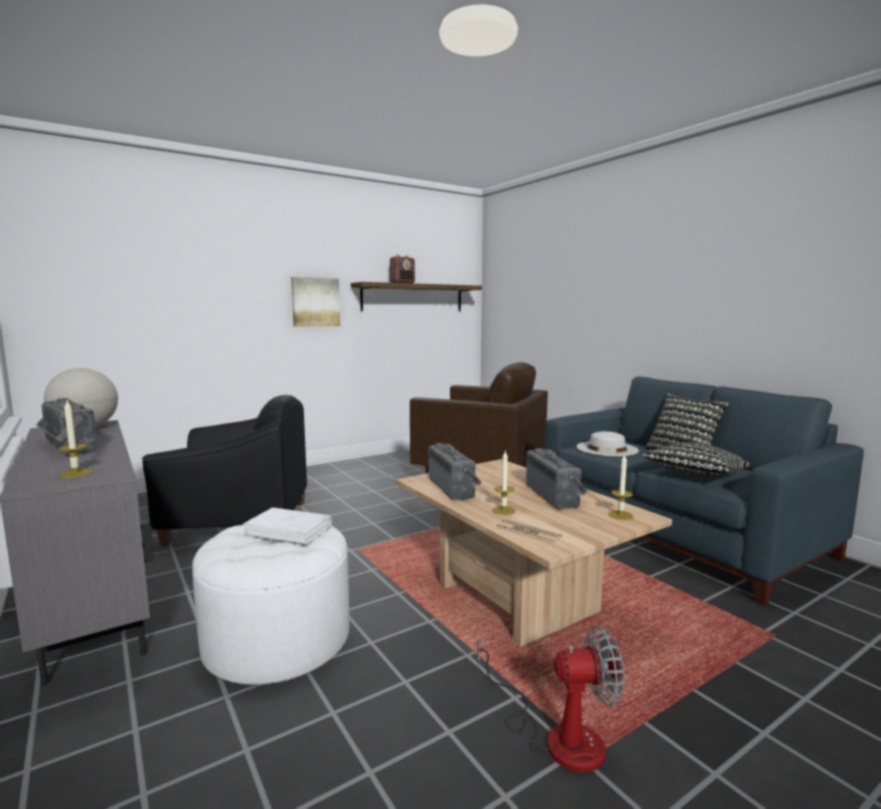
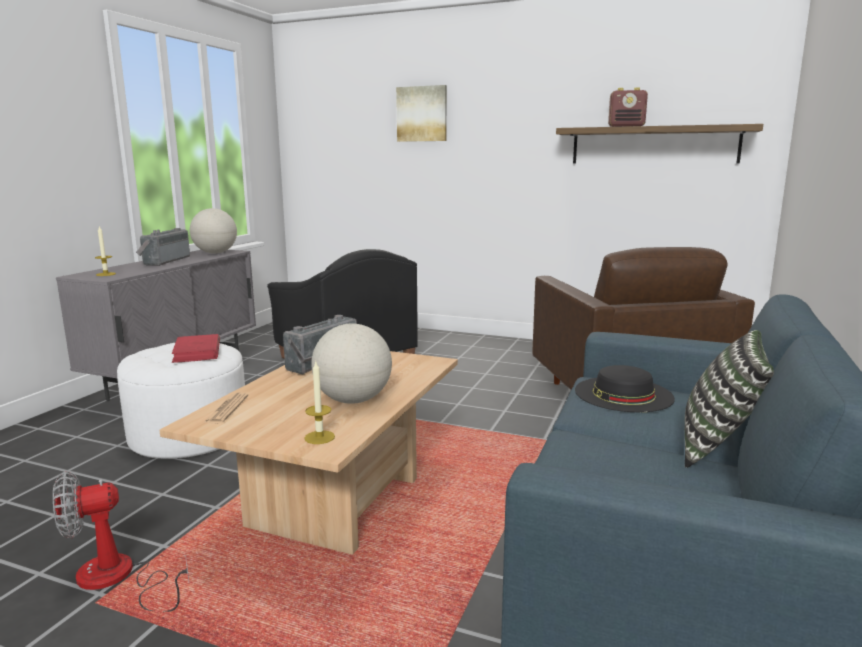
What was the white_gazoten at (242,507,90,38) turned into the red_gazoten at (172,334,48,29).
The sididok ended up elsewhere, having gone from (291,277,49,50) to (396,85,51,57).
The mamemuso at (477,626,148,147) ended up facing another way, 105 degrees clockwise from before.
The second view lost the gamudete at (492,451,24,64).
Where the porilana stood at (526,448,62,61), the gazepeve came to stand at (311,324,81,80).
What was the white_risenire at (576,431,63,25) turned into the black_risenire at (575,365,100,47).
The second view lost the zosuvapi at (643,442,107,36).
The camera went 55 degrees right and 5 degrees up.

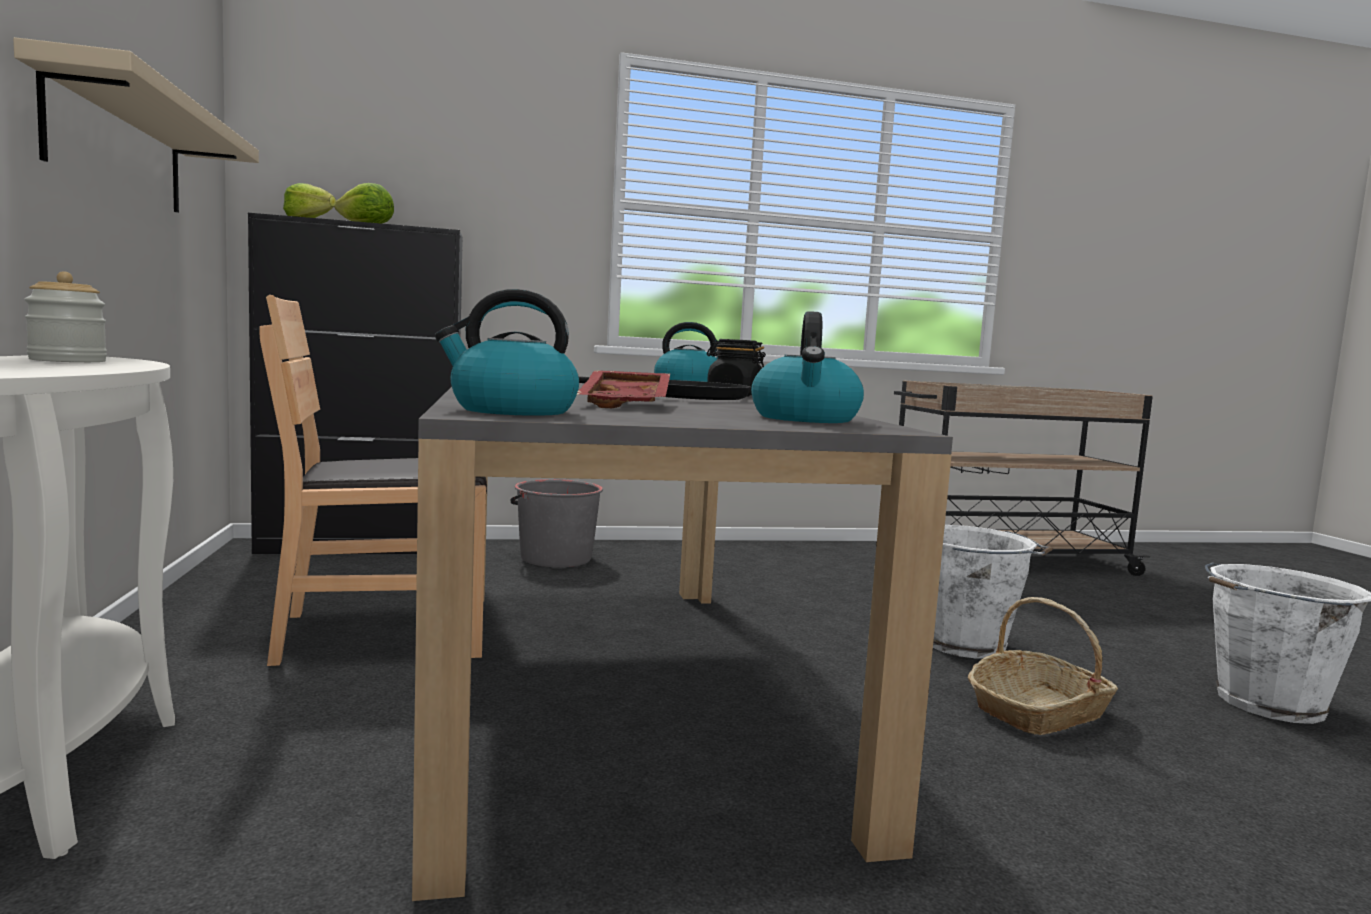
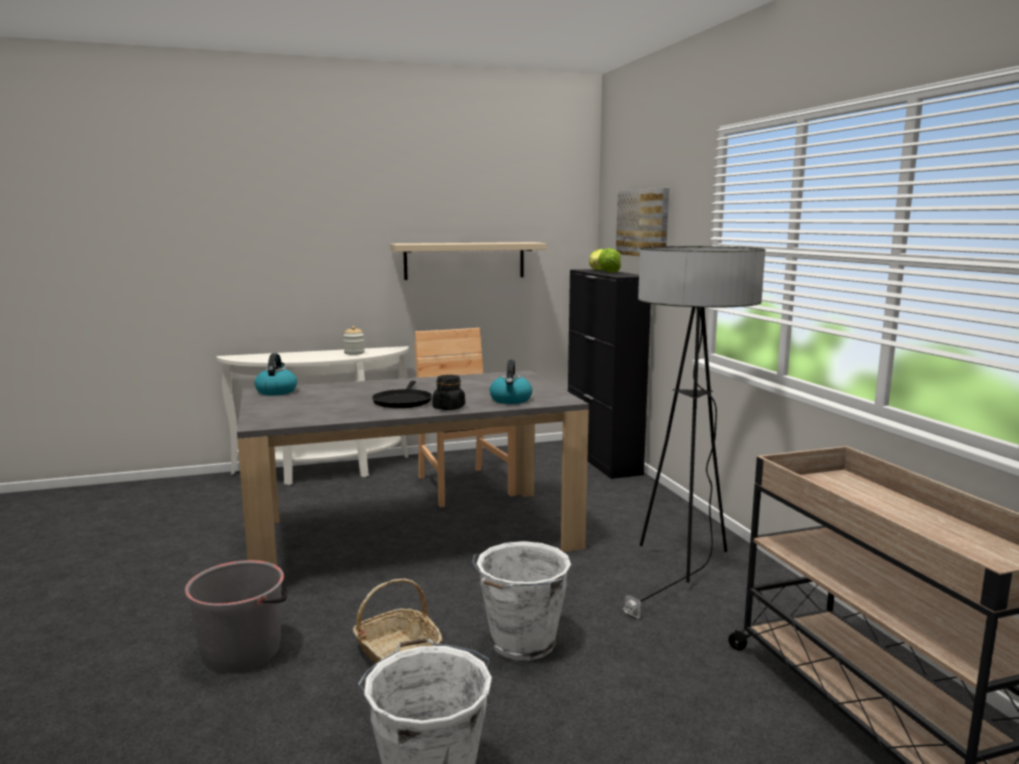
The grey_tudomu ended up elsewhere, having gone from (510,479,93,88) to (185,560,103,113).
The second view lost the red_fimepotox at (577,371,93,37).
The second view lost the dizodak at (751,311,113,112).
The second view gained the sididok at (616,188,53,69).
The second view gained the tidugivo at (622,246,143,372).
The camera went 85 degrees right and 5 degrees up.

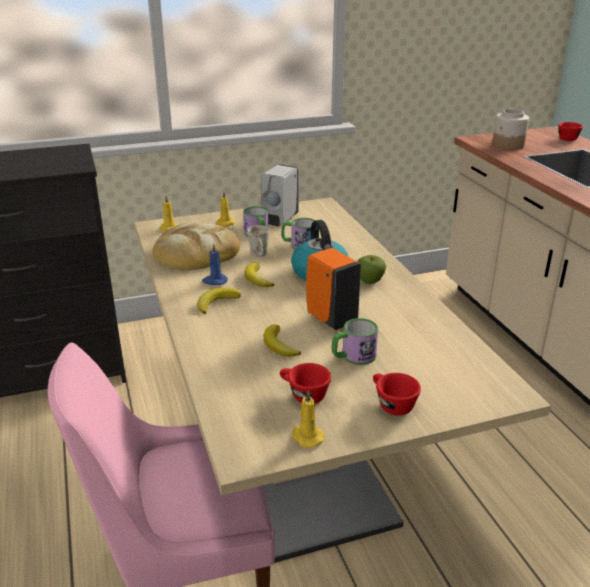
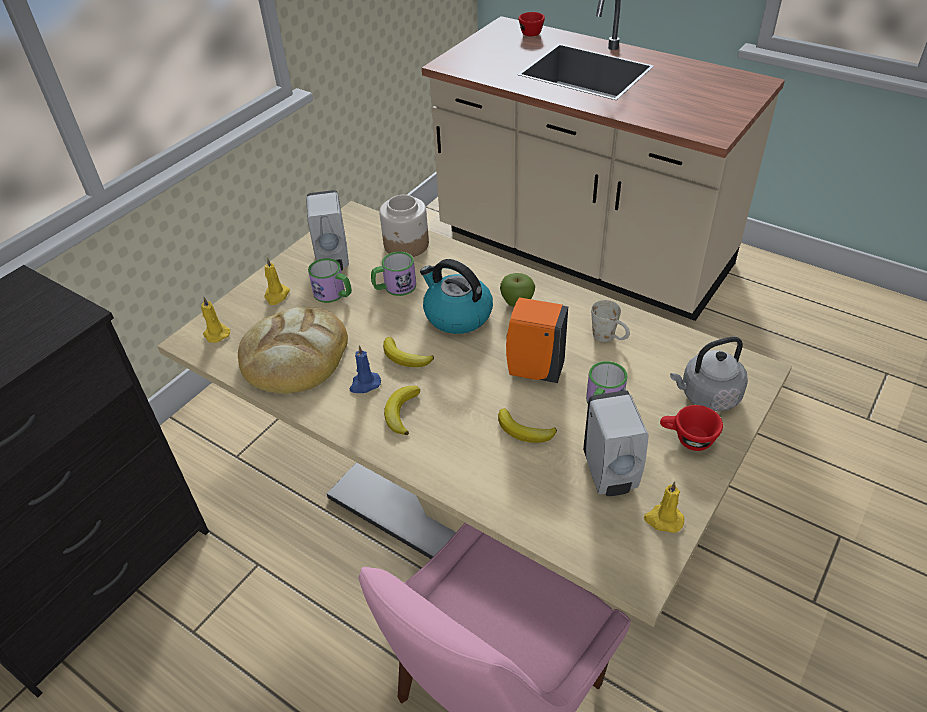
The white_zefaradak ended up elsewhere, having gone from (247,225,22,32) to (591,300,39,42).
Where the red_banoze stood at (280,363,51,41), the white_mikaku came to stand at (583,390,66,106).
The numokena ended up elsewhere, having gone from (492,109,37,41) to (379,195,50,62).
The second view gained the grey_dizodak at (670,337,78,74).
The camera went 35 degrees left and 15 degrees up.

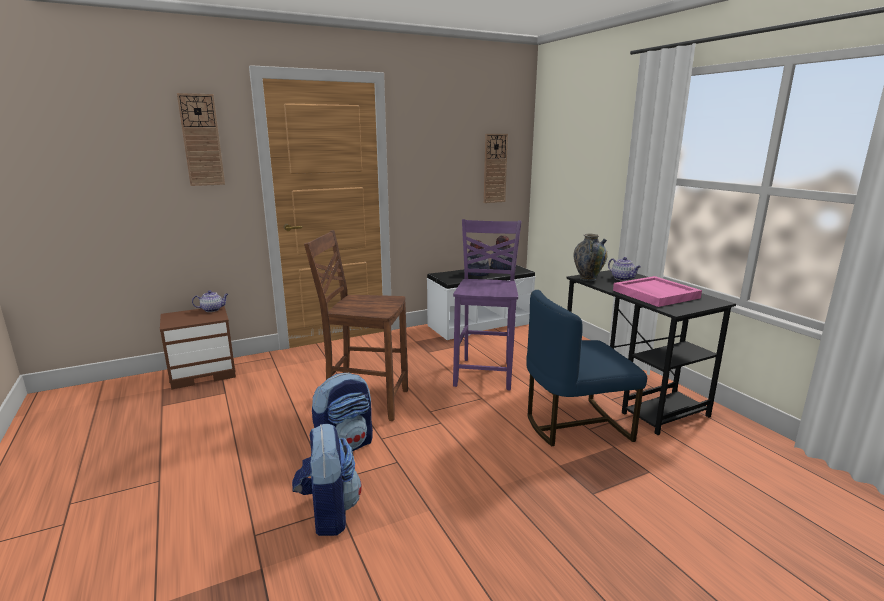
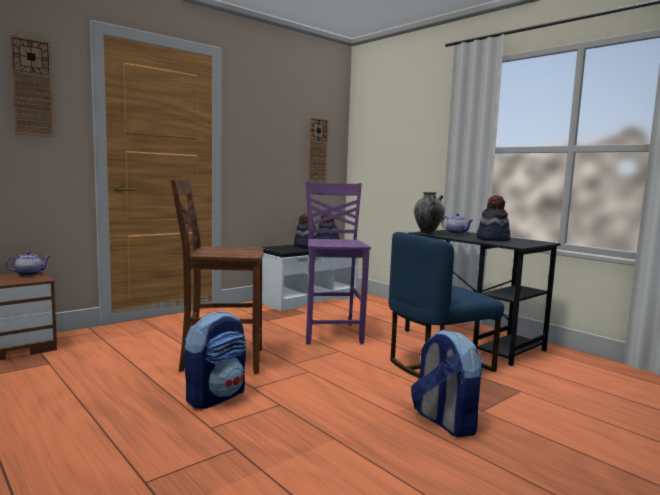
The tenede ended up elsewhere, having gone from (292,424,70,112) to (411,329,72,108).
Where the pink_fimepotox stood at (613,276,89,31), the risenire came to stand at (476,195,34,46).
The camera went 15 degrees left and 10 degrees down.

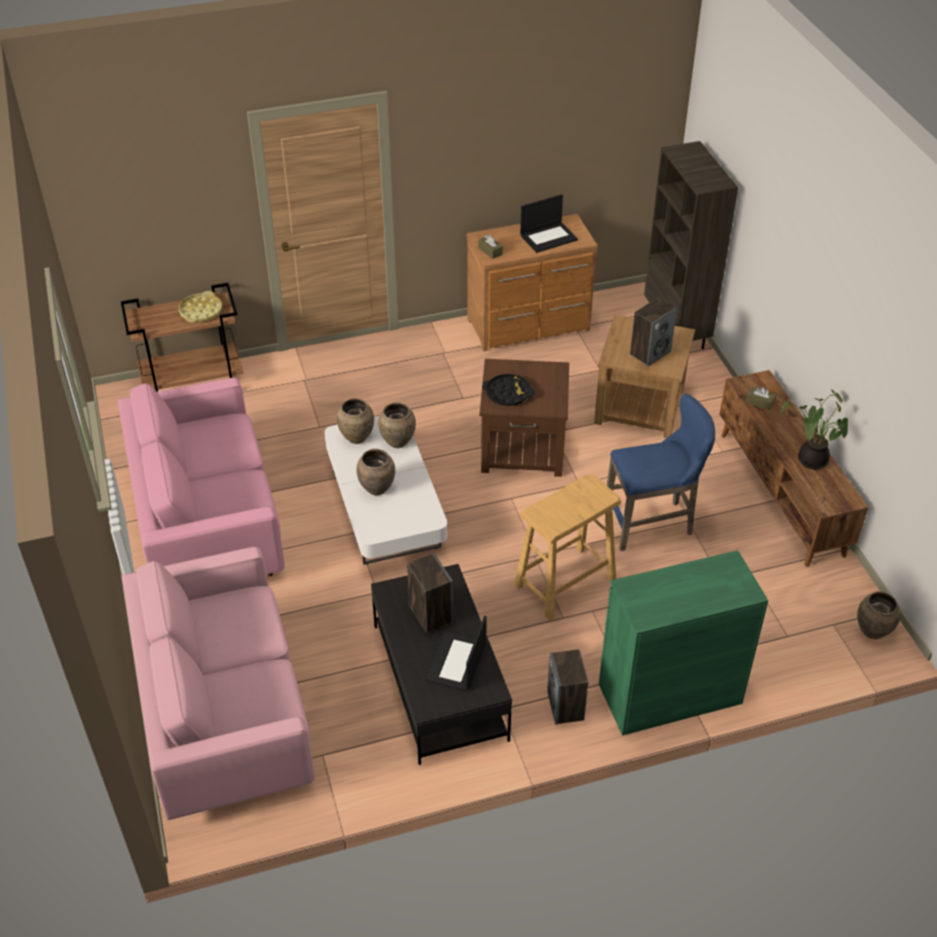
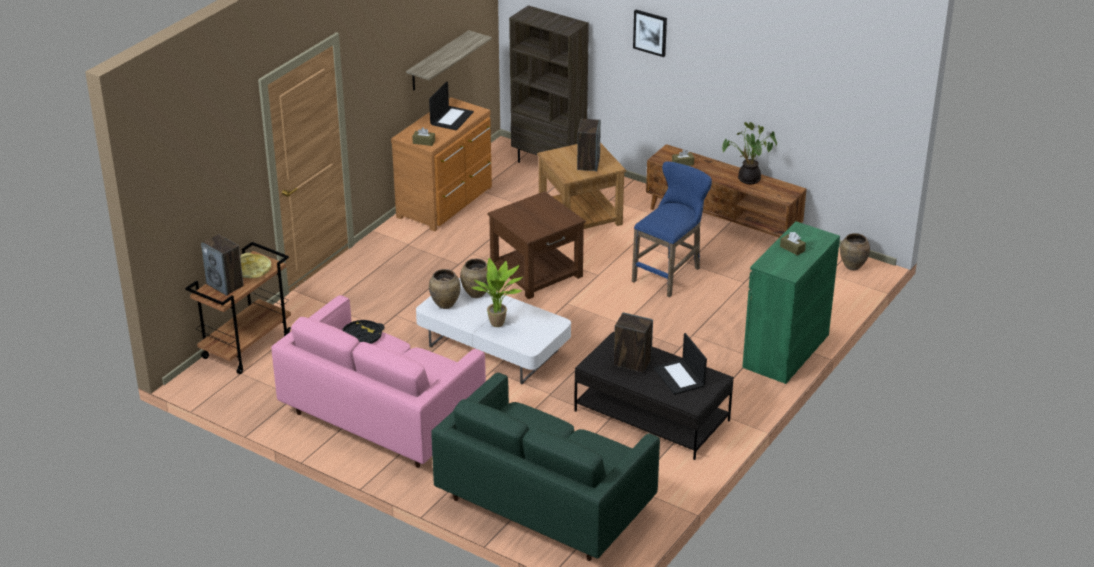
What was the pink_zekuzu at (122,547,192,273) turned into the green_zekuzu at (431,373,229,188).
Where the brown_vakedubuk stood at (356,449,39,46), the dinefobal came to stand at (471,258,52,69).
The black_fimepotox ended up elsewhere, having gone from (482,374,53,32) to (342,320,43,24).
The second view lost the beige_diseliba at (514,474,107,146).
The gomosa ended up elsewhere, having gone from (547,650,41,75) to (201,234,43,62).
The second view gained the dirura at (406,30,86,61).
The second view gained the sididok at (633,9,34,48).
The second view gained the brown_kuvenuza at (780,232,26,24).
The camera went 40 degrees left and 10 degrees down.

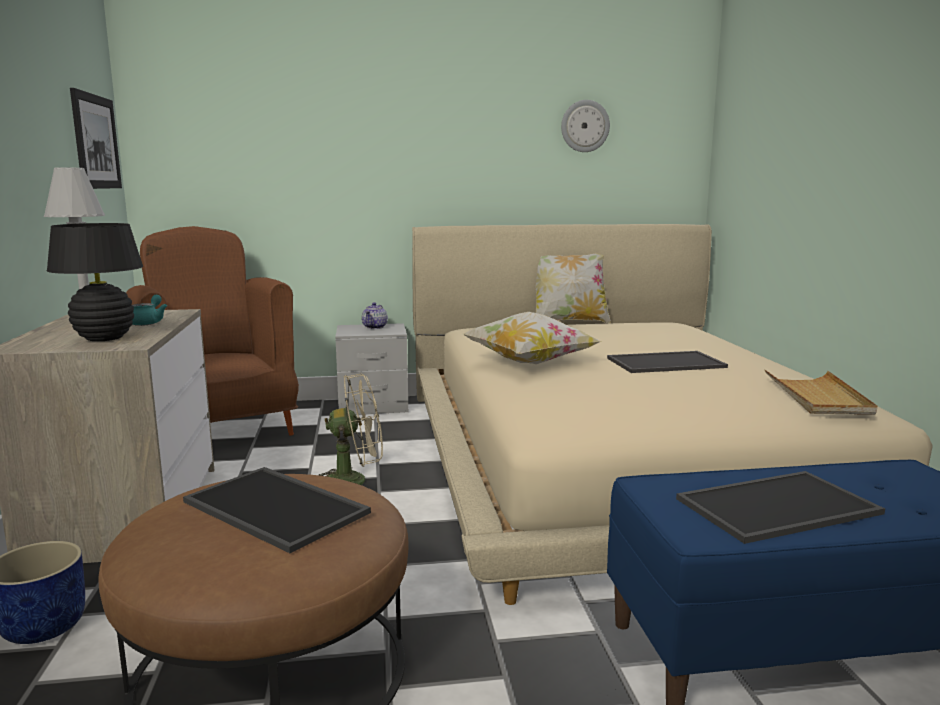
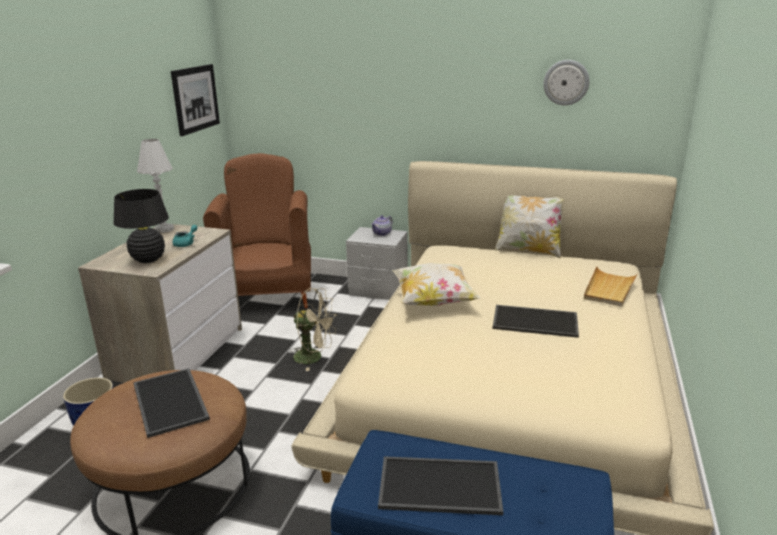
The beige_fimepotox ended up elsewhere, having gone from (765,370,112,45) to (584,266,54,41).
The camera went 25 degrees right and 10 degrees up.

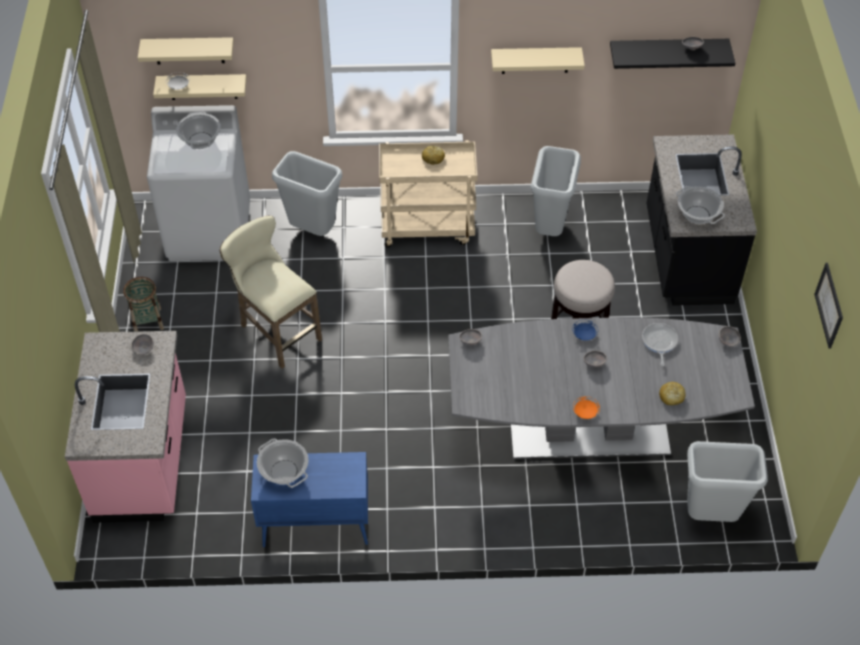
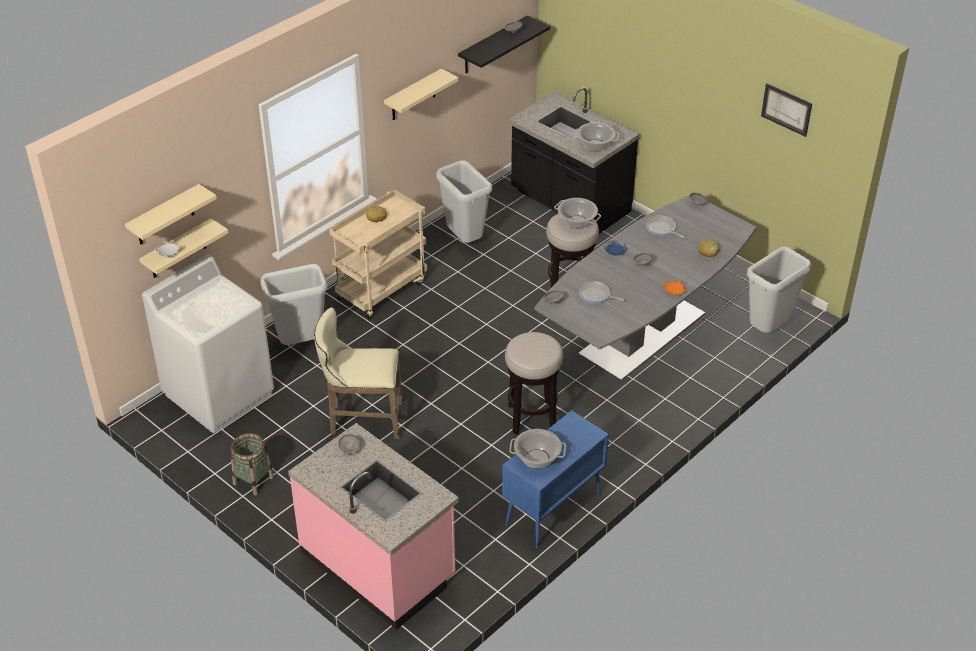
The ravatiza ended up elsewhere, having gone from (176,112,45,37) to (554,198,47,31).
The second view gained the diseliba at (505,332,58,102).
The second view gained the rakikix at (579,281,45,23).
The camera went 45 degrees left and 10 degrees down.

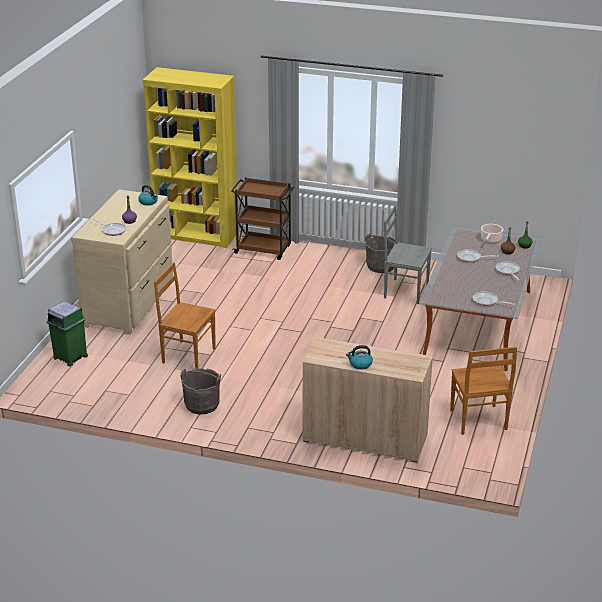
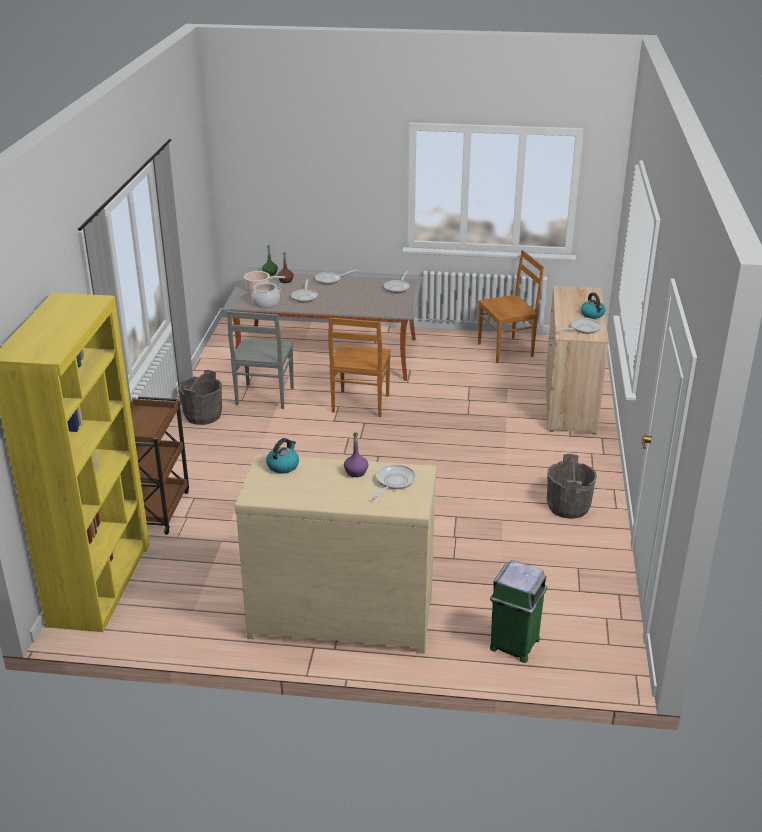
The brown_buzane ended up elsewhere, having gone from (154,262,62,107) to (328,317,63,100).
The second view gained the ravatiza at (250,283,31,25).
The second view gained the rakikix at (555,318,46,16).
The camera went 100 degrees left and 0 degrees up.

